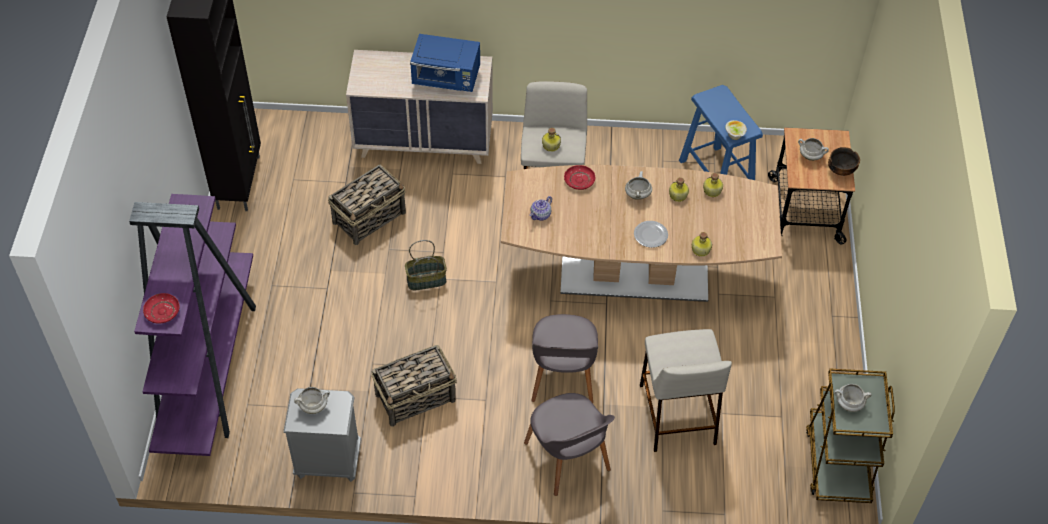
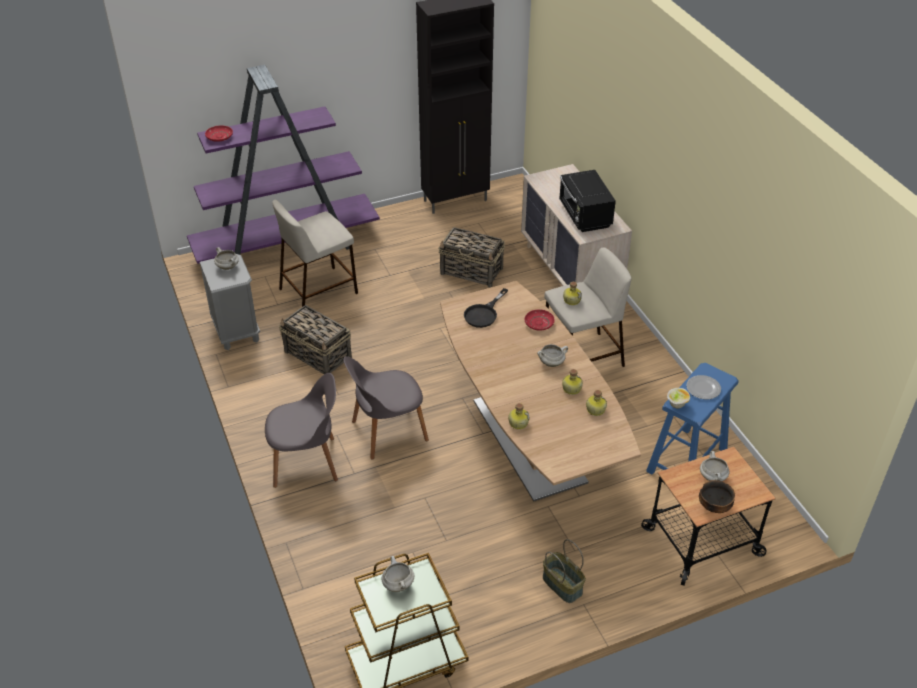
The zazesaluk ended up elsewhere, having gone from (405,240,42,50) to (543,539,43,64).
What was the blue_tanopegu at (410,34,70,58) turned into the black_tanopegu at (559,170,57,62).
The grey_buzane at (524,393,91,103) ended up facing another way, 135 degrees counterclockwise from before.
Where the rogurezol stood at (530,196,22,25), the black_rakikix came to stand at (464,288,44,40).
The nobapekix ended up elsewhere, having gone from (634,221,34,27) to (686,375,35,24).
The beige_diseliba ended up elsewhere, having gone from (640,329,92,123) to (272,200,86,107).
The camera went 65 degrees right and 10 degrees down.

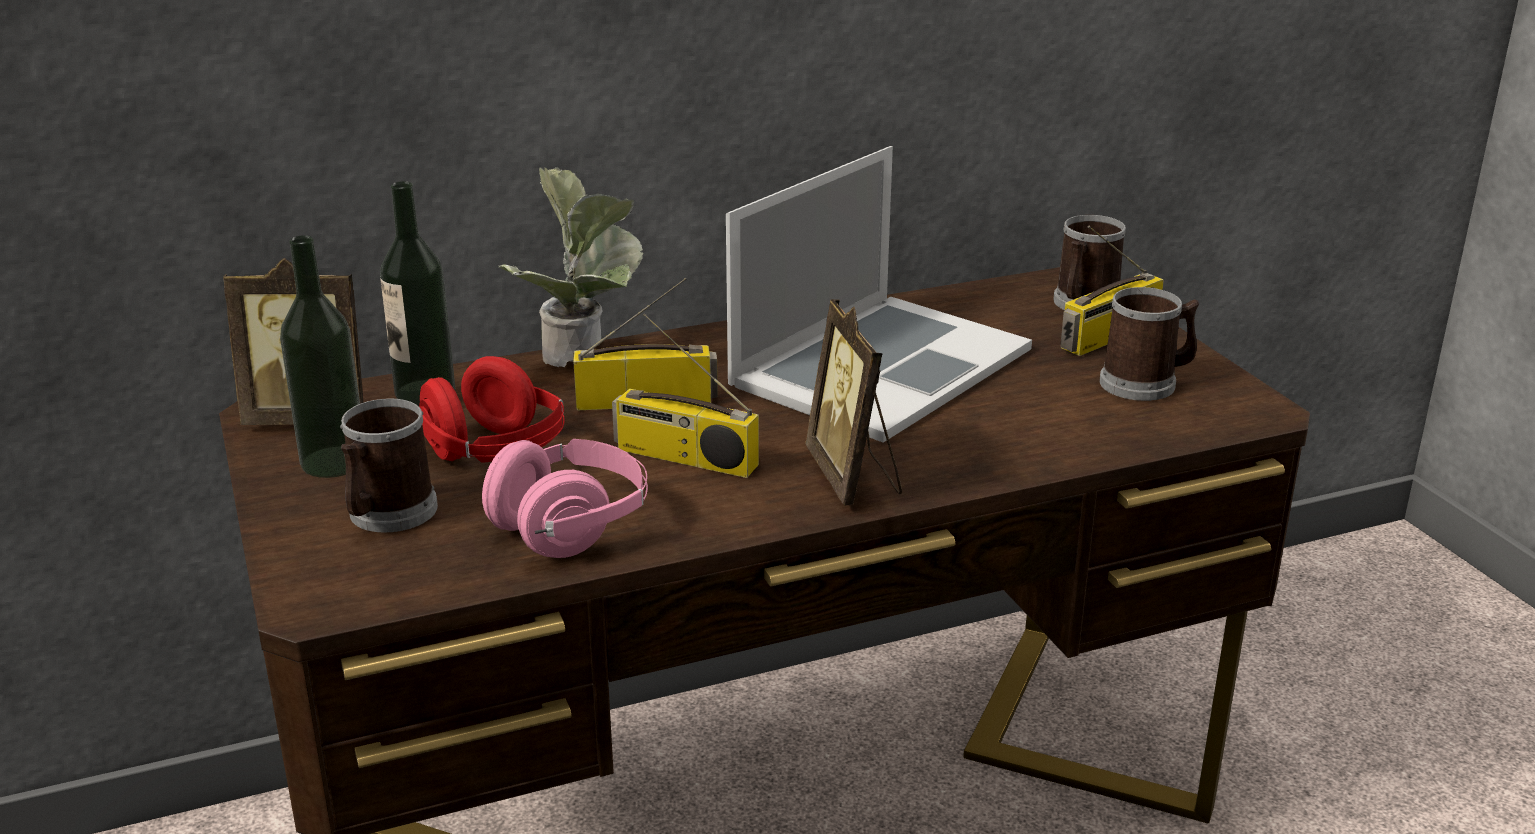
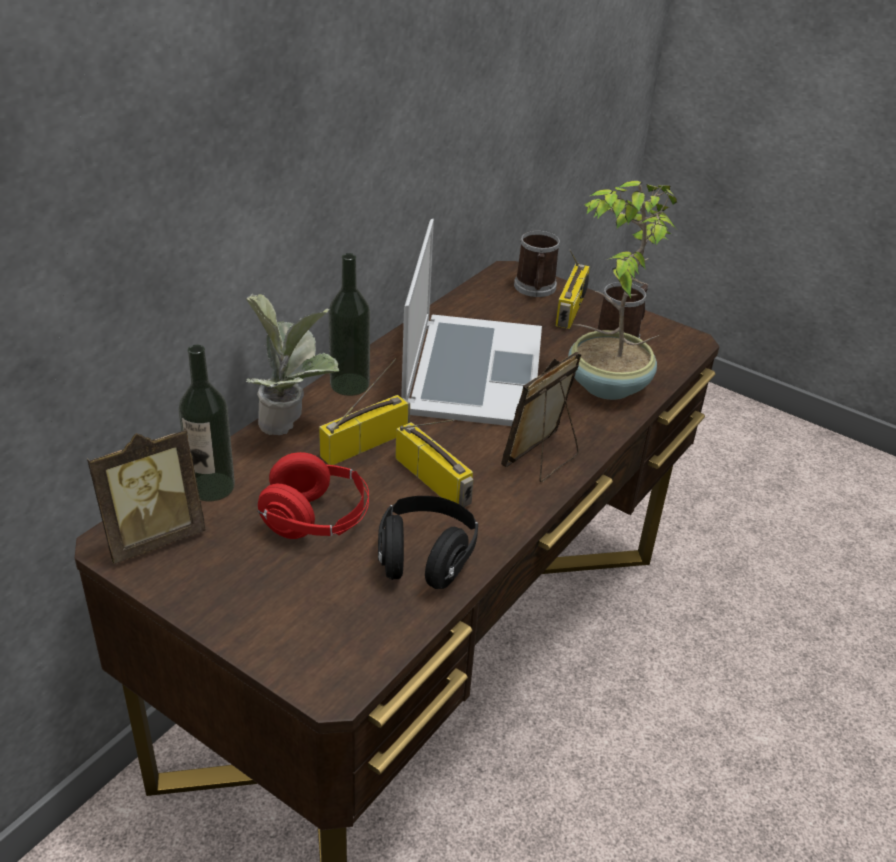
The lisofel ended up elsewhere, having gone from (280,235,80,243) to (329,253,41,143).
The second view lost the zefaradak at (340,398,98,135).
What was the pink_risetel at (482,439,166,119) turned into the black_risetel at (378,496,100,93).
The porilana at (612,314,147,164) ended up facing another way, 120 degrees counterclockwise from before.
The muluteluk at (805,299,97,207) ended up facing another way, 90 degrees clockwise from before.
The second view gained the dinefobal at (568,181,109,219).
The camera went 35 degrees left and 10 degrees up.

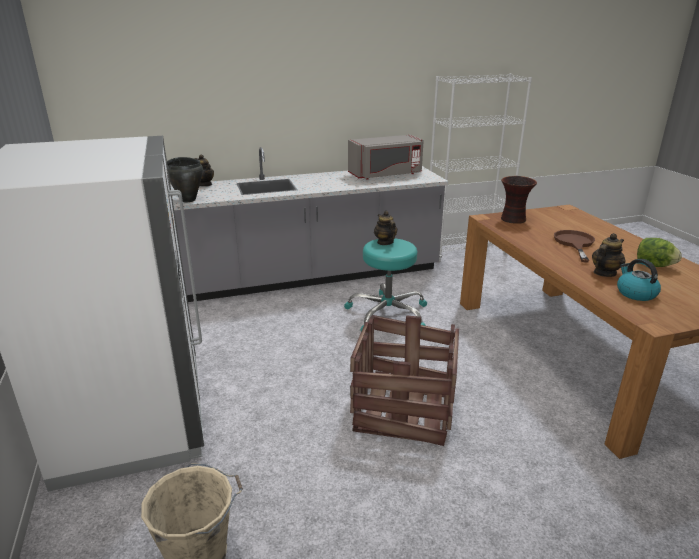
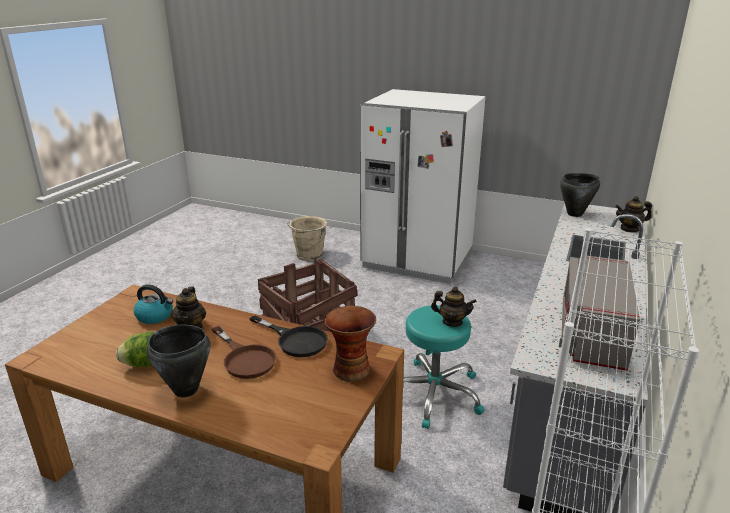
The second view gained the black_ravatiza at (147,325,64,72).
The second view gained the black_rakikix at (249,315,79,42).
The camera went 130 degrees right and 0 degrees up.

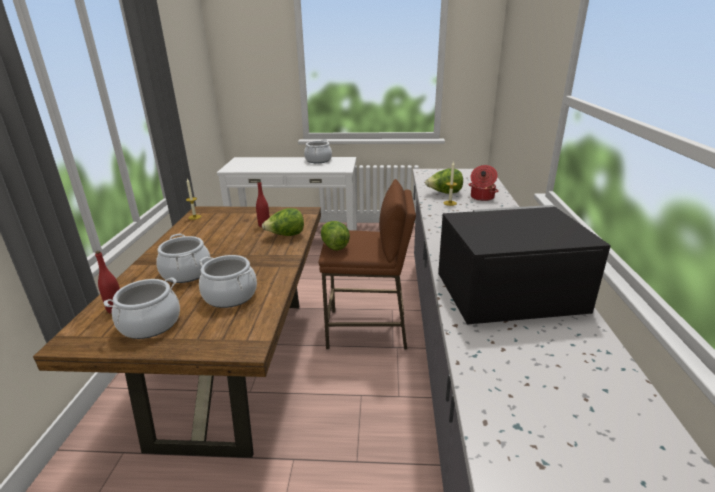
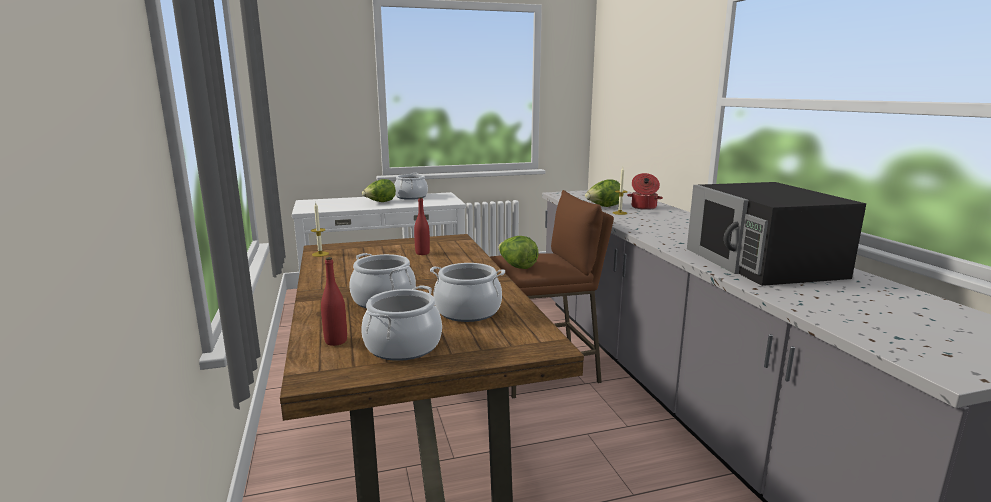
The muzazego ended up elsewhere, having gone from (262,208,42,28) to (362,179,34,23).
The black_tanopegu at (438,205,173,119) ended up facing another way, 75 degrees counterclockwise from before.
The camera went 20 degrees left and 10 degrees down.

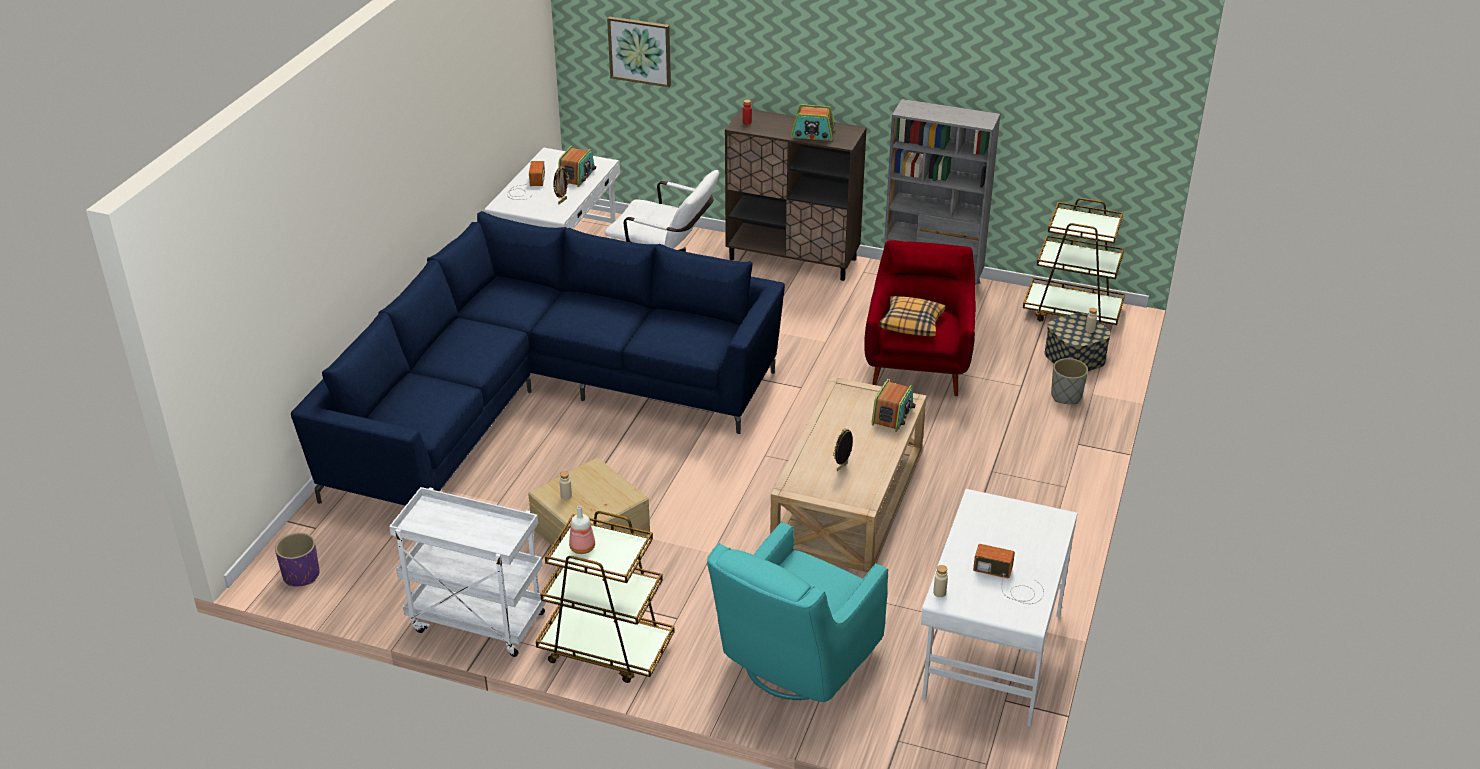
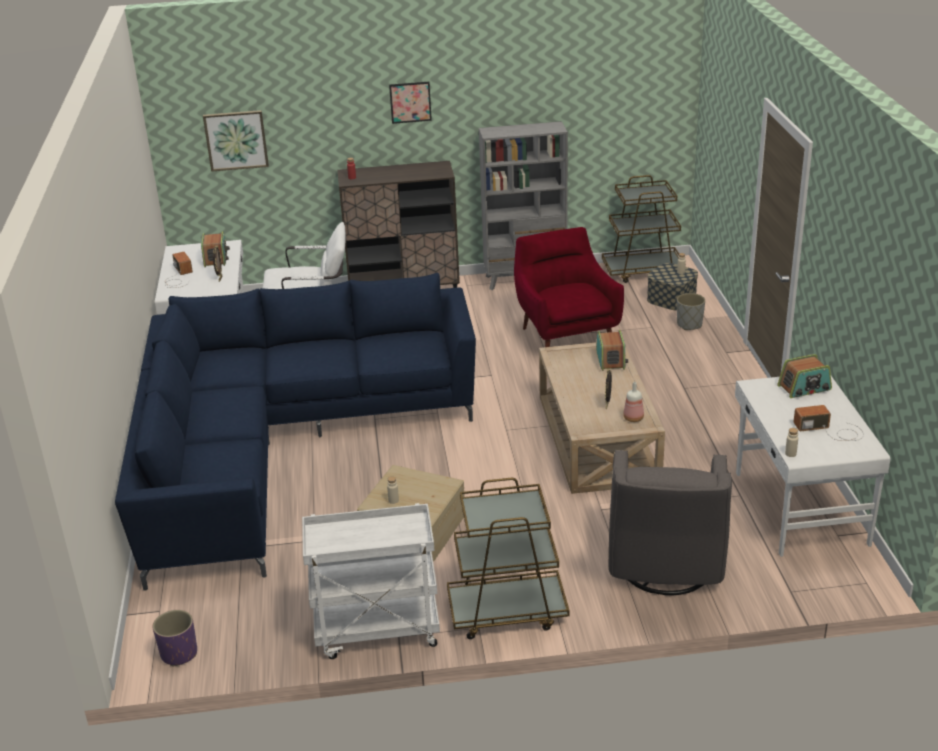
The lisofel ended up elsewhere, having gone from (569,506,26,48) to (623,382,21,40).
What was the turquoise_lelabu at (707,522,181,181) turned into the grey_lelabu at (609,450,123,145).
The porilana ended up elsewhere, having gone from (791,104,44,37) to (777,354,55,44).
The second view lost the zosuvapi at (879,296,66,40).
The second view gained the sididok at (389,82,43,42).
The camera went 25 degrees left and 5 degrees down.

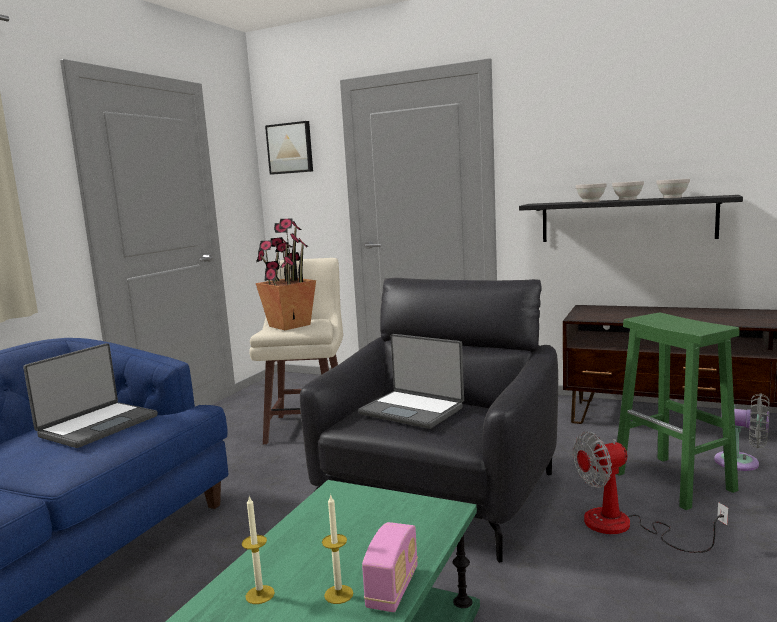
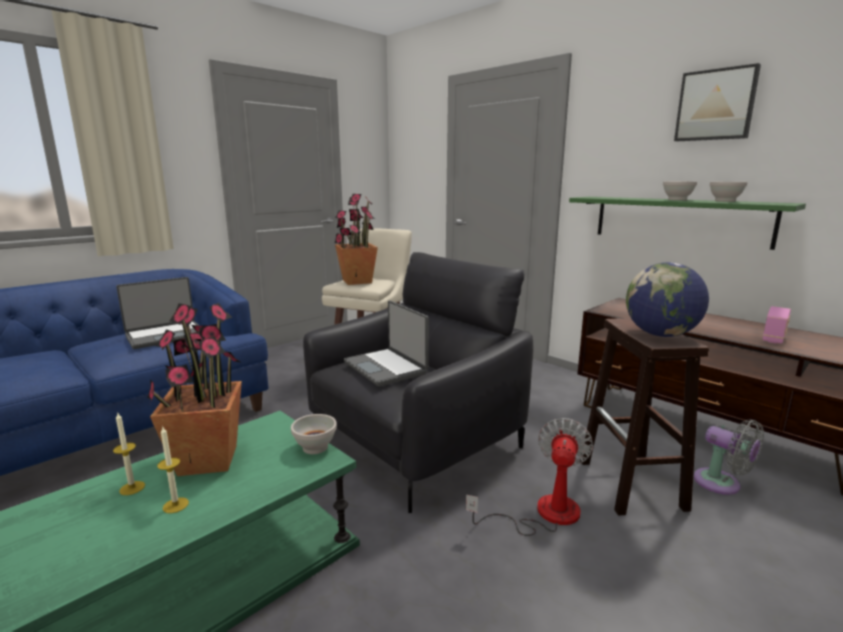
The sididok ended up elsewhere, having gone from (265,121,48,53) to (674,63,87,78).
The porilana ended up elsewhere, having gone from (362,522,56,90) to (763,306,28,38).
What was the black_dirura at (519,195,224,47) turned into the green_dirura at (569,197,237,53).
The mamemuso at (573,431,156,122) ended up facing another way, 105 degrees clockwise from before.
The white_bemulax ended up elsewhere, having gone from (576,183,31,19) to (291,414,46,40).
What was the green_diseliba at (616,313,123,197) turned into the brown_diseliba at (580,318,129,198).
The second view gained the dinefobal at (147,303,95,173).
The second view gained the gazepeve at (626,262,83,75).
The camera went 20 degrees right and 5 degrees up.

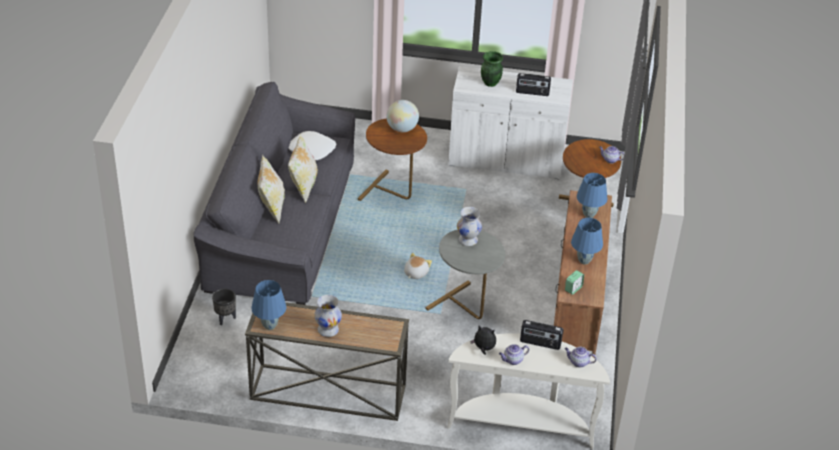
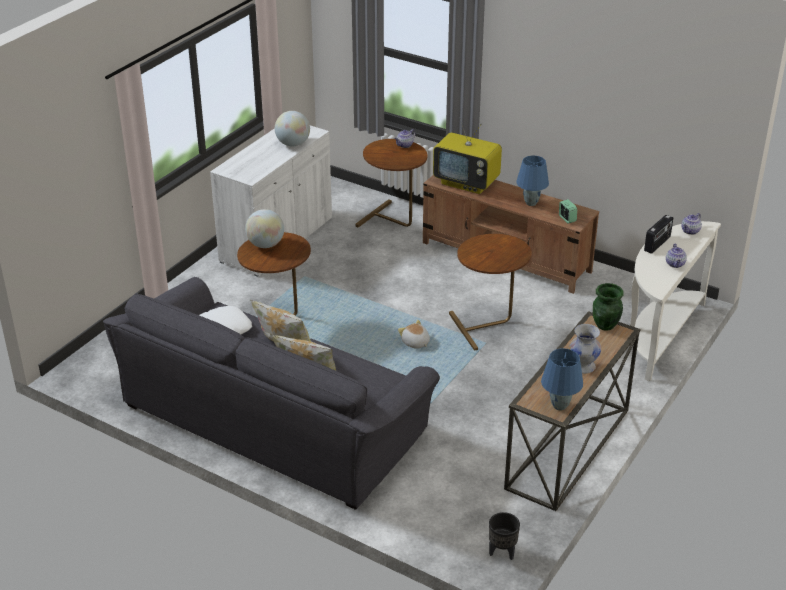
The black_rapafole ended up elsewhere, having gone from (212,289,24,36) to (489,512,31,48).
What was the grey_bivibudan at (425,230,80,89) turned into the brown_bivibudan at (449,234,83,117).
The second view lost the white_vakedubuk at (457,207,25,39).
The second view lost the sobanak at (471,325,25,30).
The green_vakedubuk ended up elsewhere, having gone from (481,51,22,36) to (593,283,31,48).
Where the porilana stood at (516,73,35,23), the gazepeve came to stand at (275,111,35,36).
Where the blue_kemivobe stood at (577,173,30,45), the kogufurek came to stand at (433,118,69,76).
The camera went 65 degrees left and 5 degrees down.

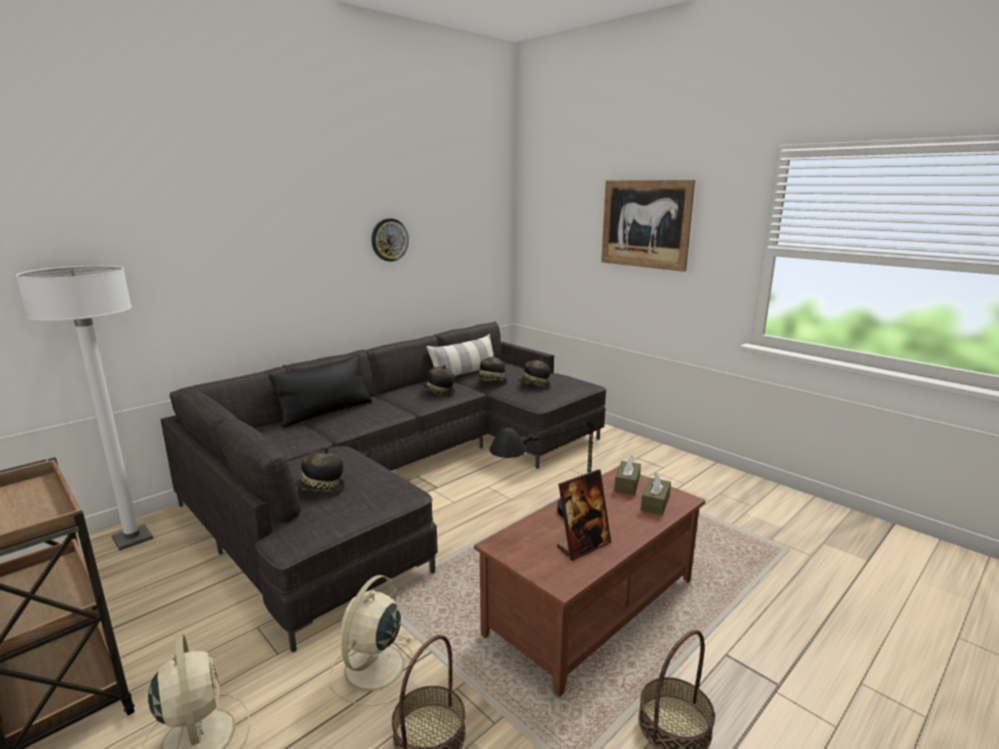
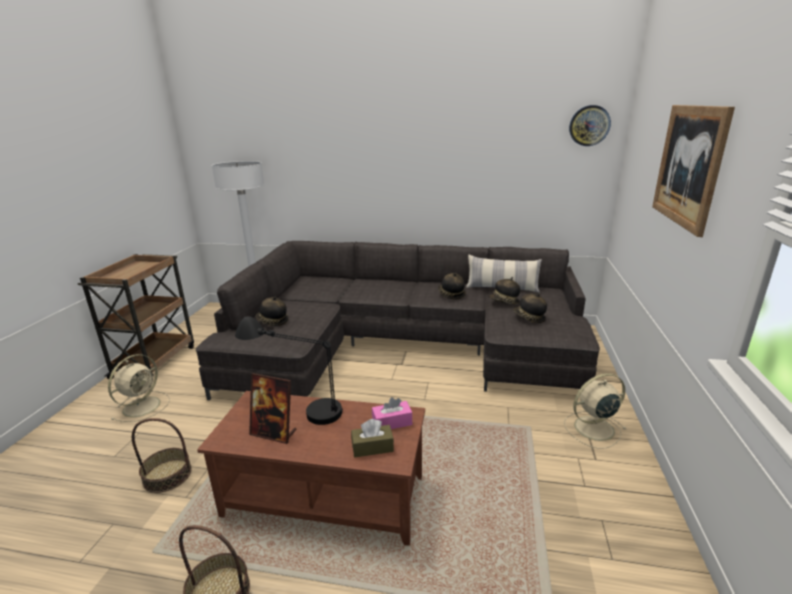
The second view lost the black_zosuvapi at (269,354,103,74).
The beige_mamemuso ended up elsewhere, having gone from (329,575,85,131) to (564,373,62,76).
The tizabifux ended up elsewhere, having gone from (371,218,38,44) to (569,105,42,41).
What was the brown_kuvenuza at (614,456,27,39) turned into the pink_kuvenuza at (372,397,40,32).
The camera went 55 degrees right and 5 degrees up.

